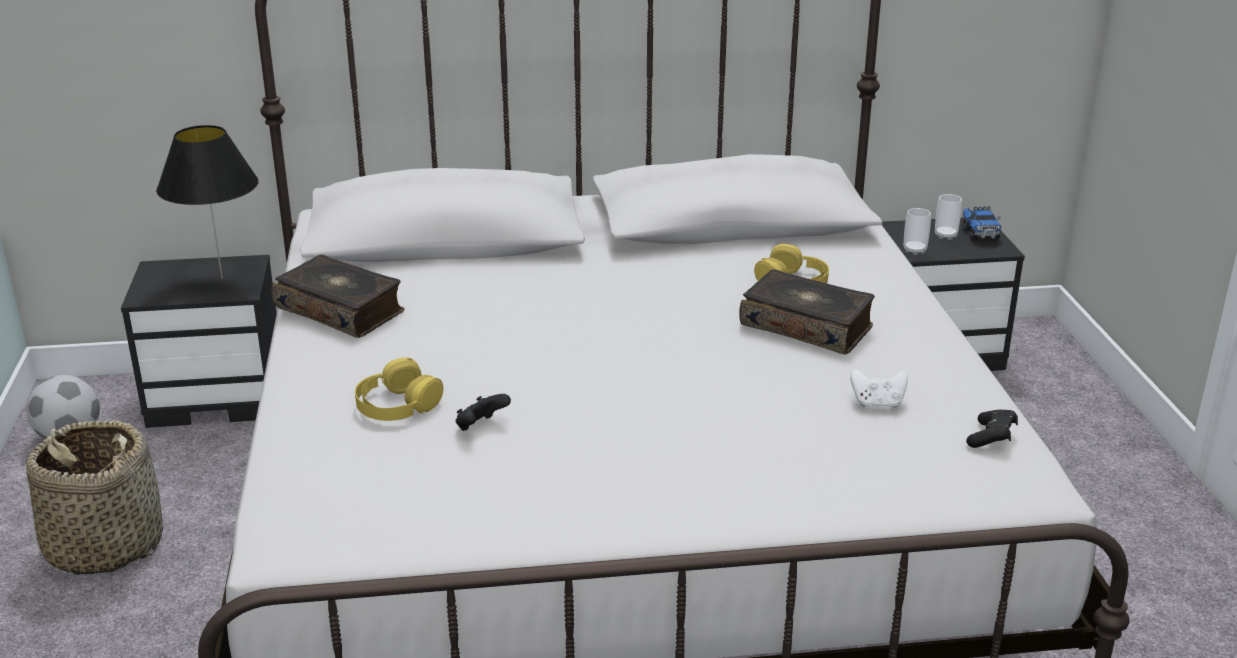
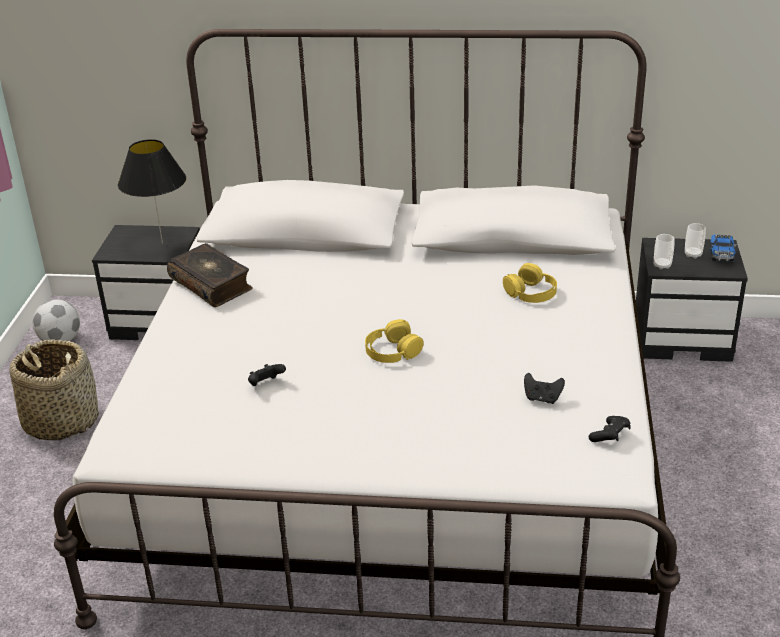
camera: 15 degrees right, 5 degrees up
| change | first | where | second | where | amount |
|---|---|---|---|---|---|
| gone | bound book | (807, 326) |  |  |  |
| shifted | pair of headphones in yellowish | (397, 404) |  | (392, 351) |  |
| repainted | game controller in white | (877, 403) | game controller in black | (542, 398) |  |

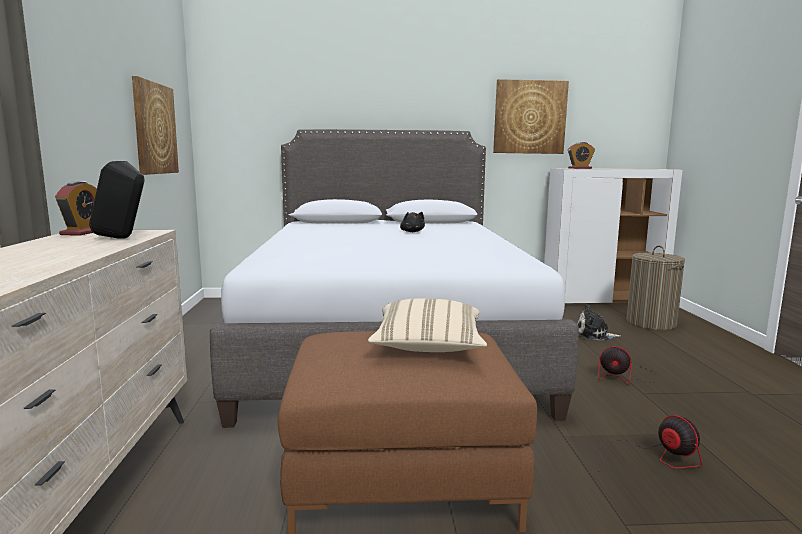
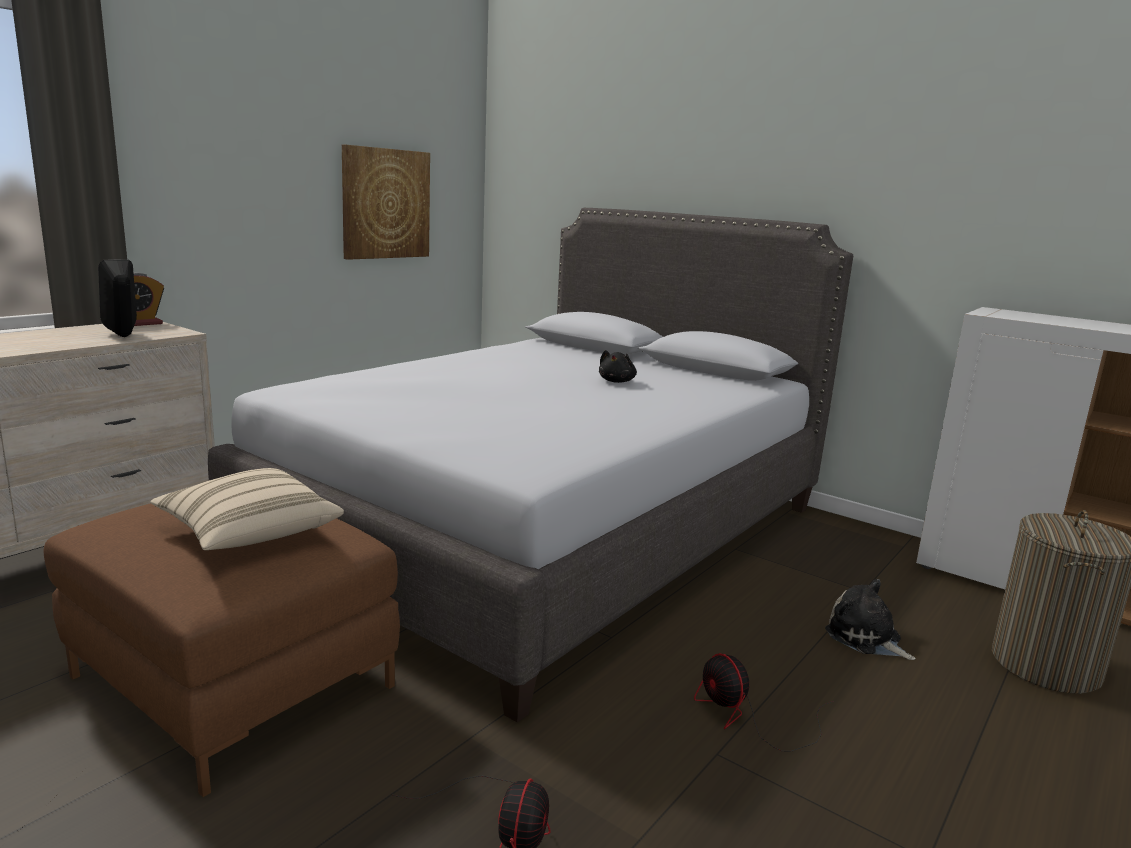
camera: 40 degrees right, 5 degrees up
| change | first | where | second | where | amount |
|---|---|---|---|---|---|
| gone | wall art | (529, 117) |  |  |  |
| gone | alarm clock | (580, 168) |  |  |  |

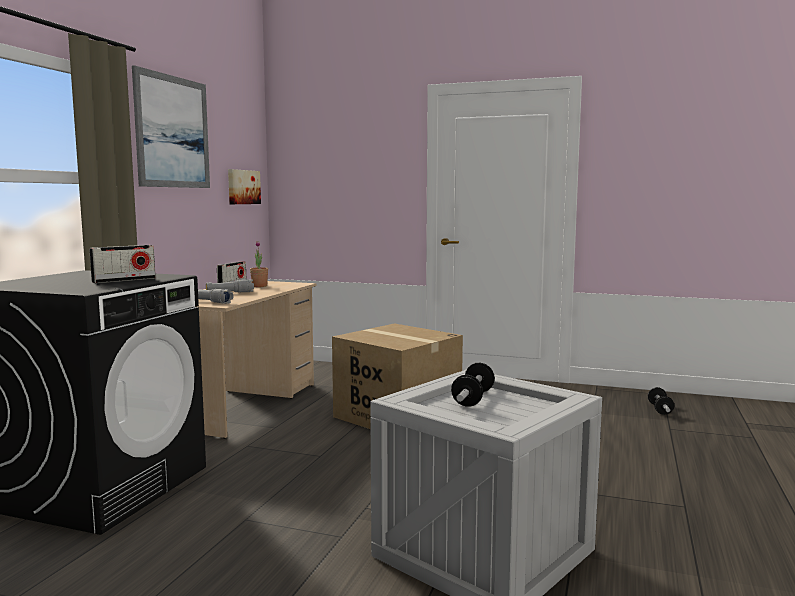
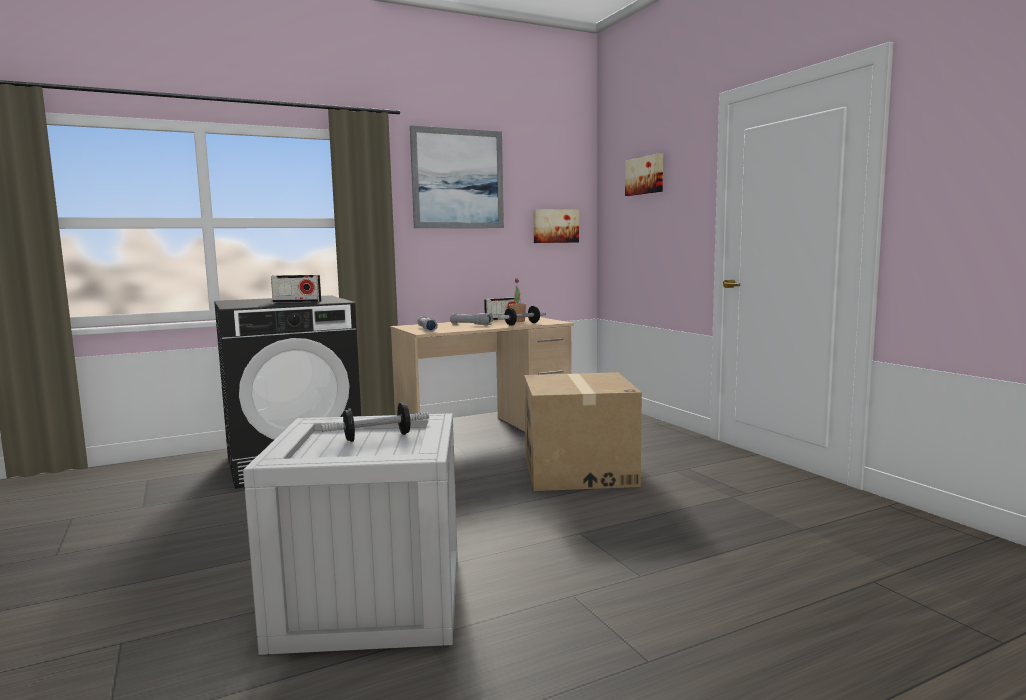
camera: 45 degrees right, 0 degrees up
| change | first | where | second | where | amount |
|---|---|---|---|---|---|
| shifted | dumbbell | (660, 409) |  | (522, 324) |  |
| new |  |  | wall art | (645, 175) |  |

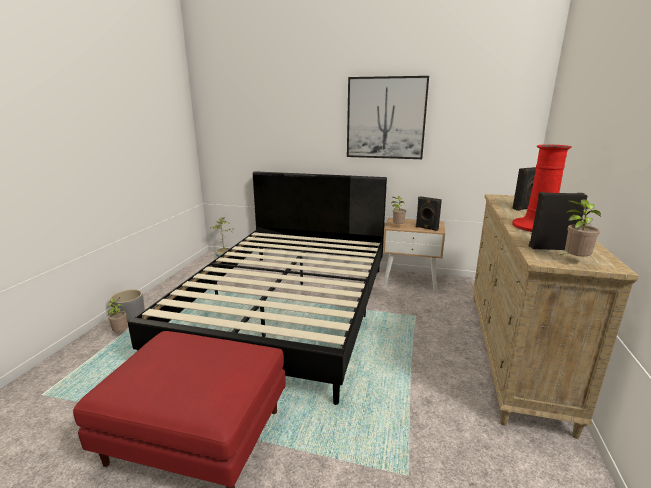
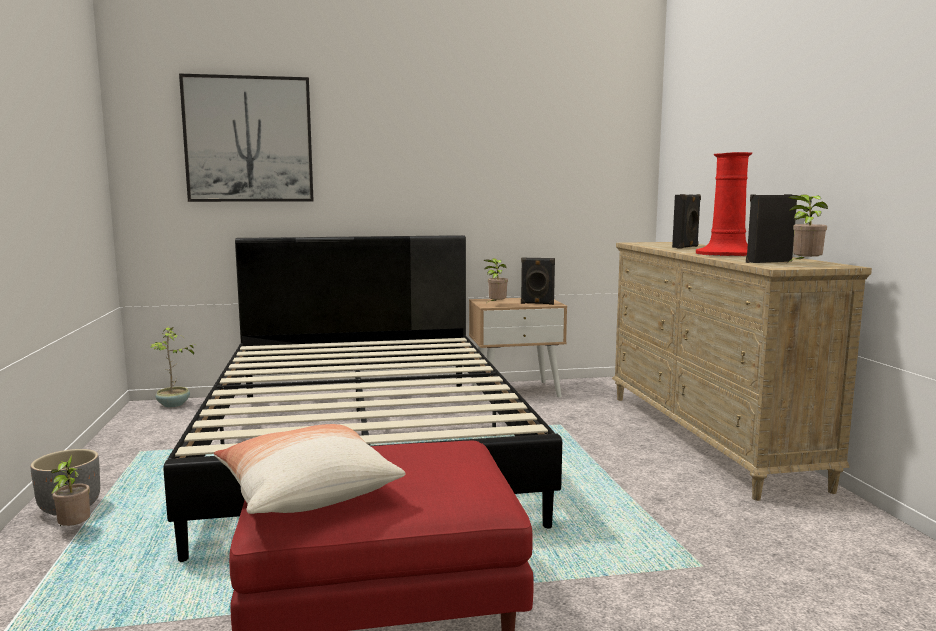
camera: 25 degrees left, 10 degrees down
| change | first | where | second | where | amount |
|---|---|---|---|---|---|
| shifted | wall art | (386, 118) |  | (249, 139) |  |
| new |  |  | cushion | (306, 492) |  |

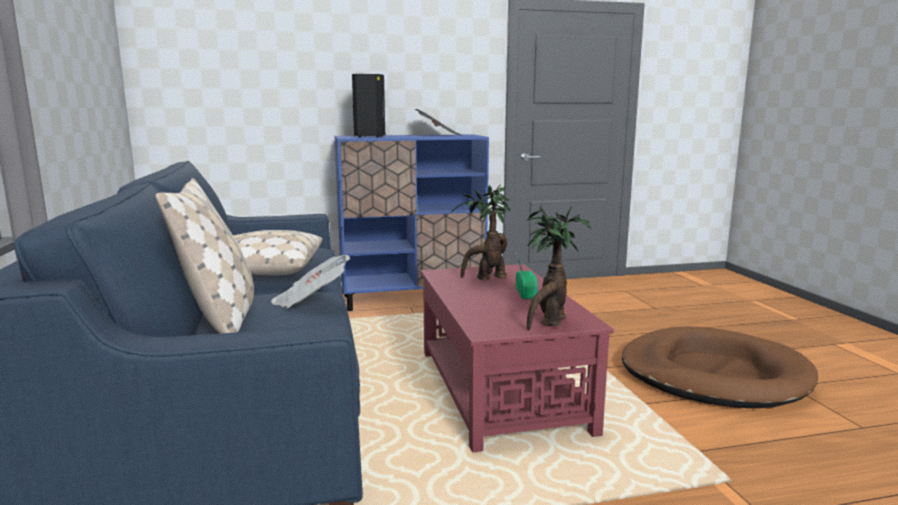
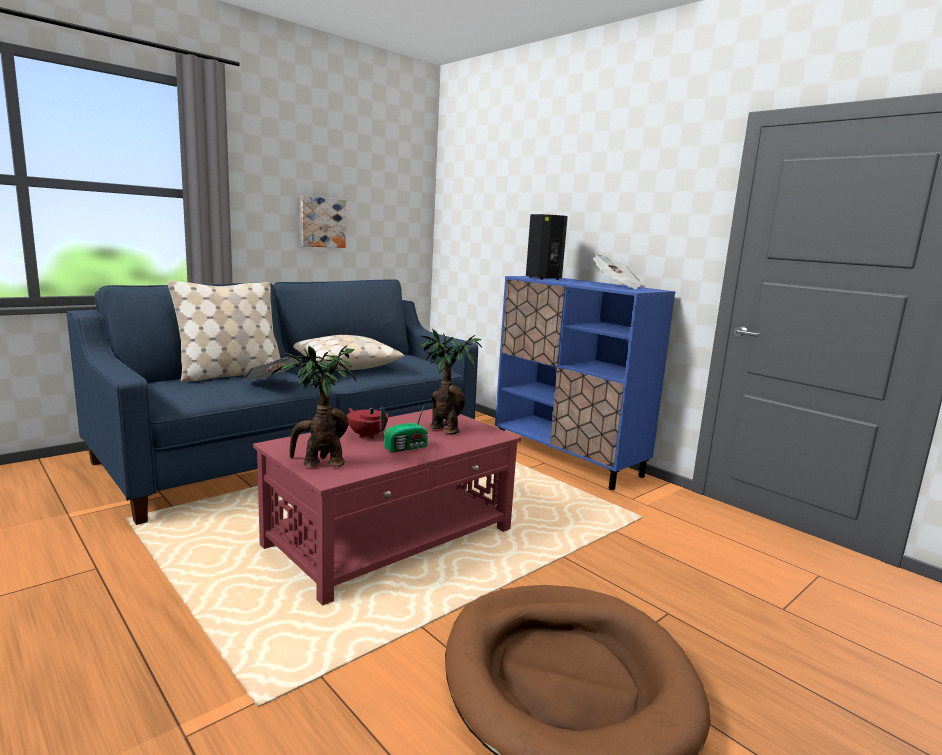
camera: 60 degrees right, 0 degrees up
| change | first | where | second | where | amount |
|---|---|---|---|---|---|
| new |  |  | wall art | (322, 222) |  |
| new |  |  | pot for tea in reddish | (367, 435) |  |

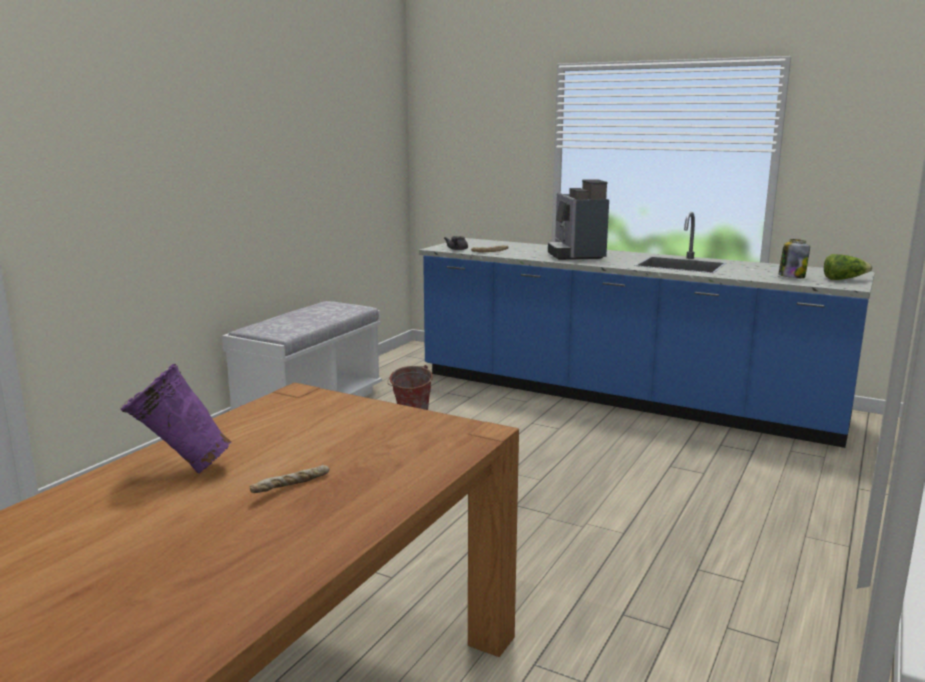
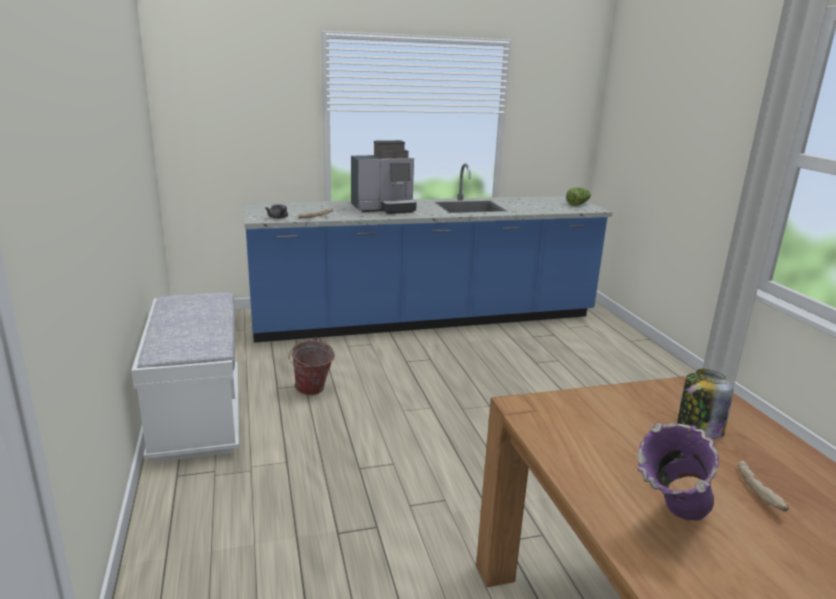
camera: 45 degrees left, 5 degrees up
| change | first | where | second | where | amount |
|---|---|---|---|---|---|
| rotated | coffee machine | (576, 255) |  | (384, 208) | 60 degrees counterclockwise |
| shifted | preserve jar | (791, 277) |  | (699, 428) |  |

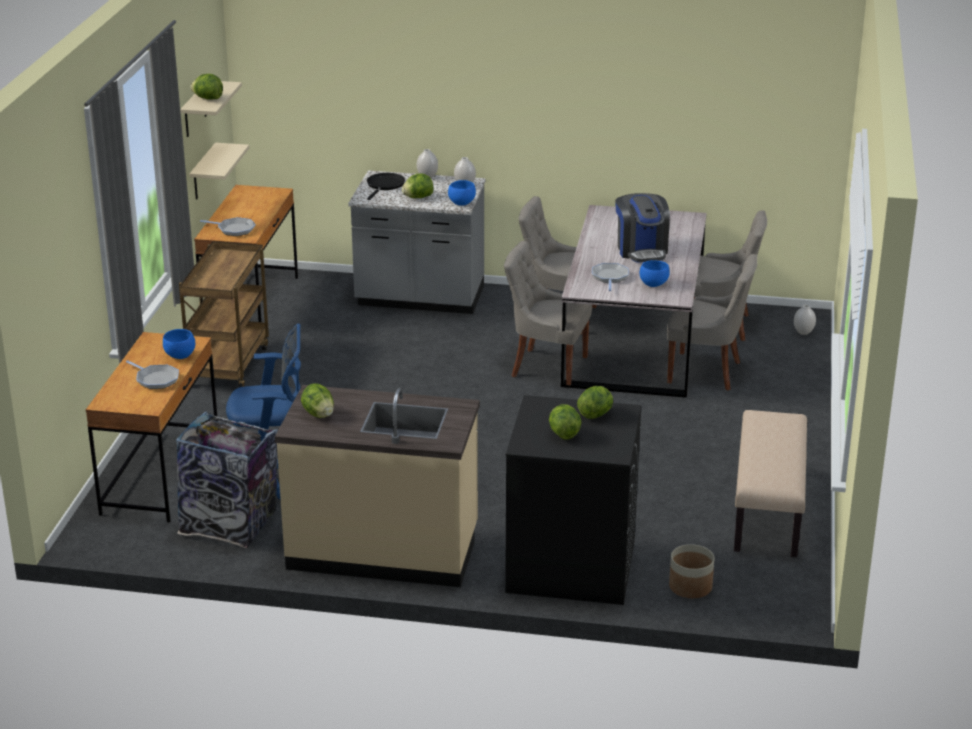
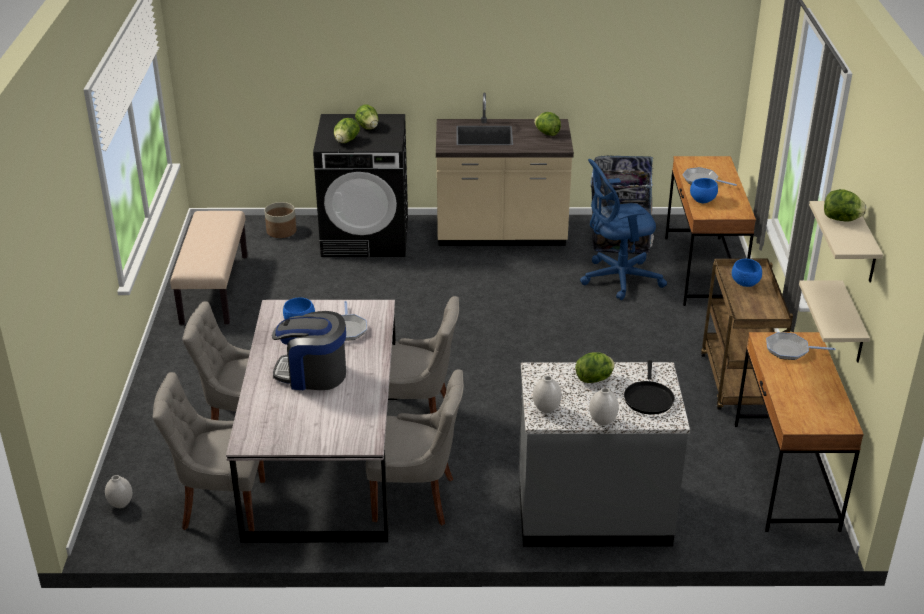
camera: 170 degrees right, 5 degrees up
| change | first | where | second | where | amount |
|---|---|---|---|---|---|
| shifted | serving bowl in blue | (461, 203) |  | (746, 284) |  |
| rotated | coffee machine | (641, 250) |  | (312, 374) | 60 degrees counterclockwise |

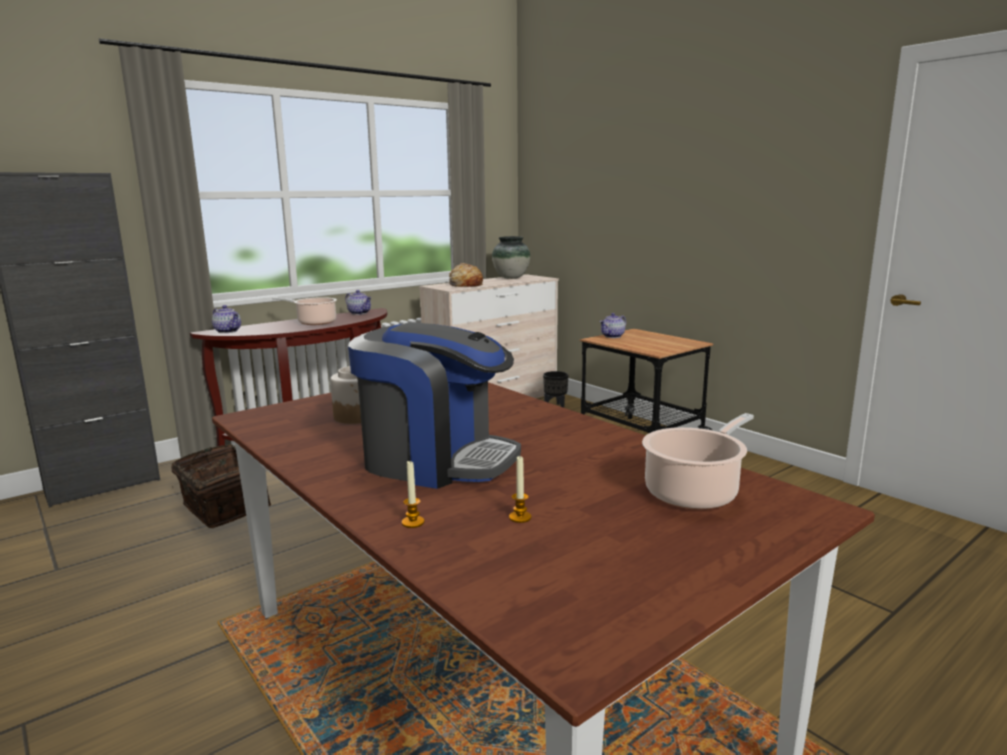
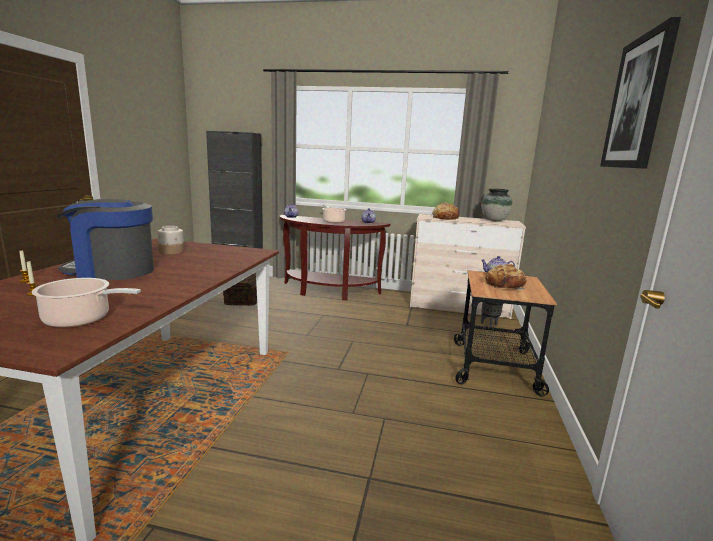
camera: 50 degrees right, 0 degrees up
| change | first | where | second | where | amount |
|---|---|---|---|---|---|
| rotated | coffee machine | (436, 460) |  | (112, 271) | 105 degrees clockwise |
| new |  |  | wall art | (638, 103) |  |
| new |  |  | baked bread | (505, 285) |  |

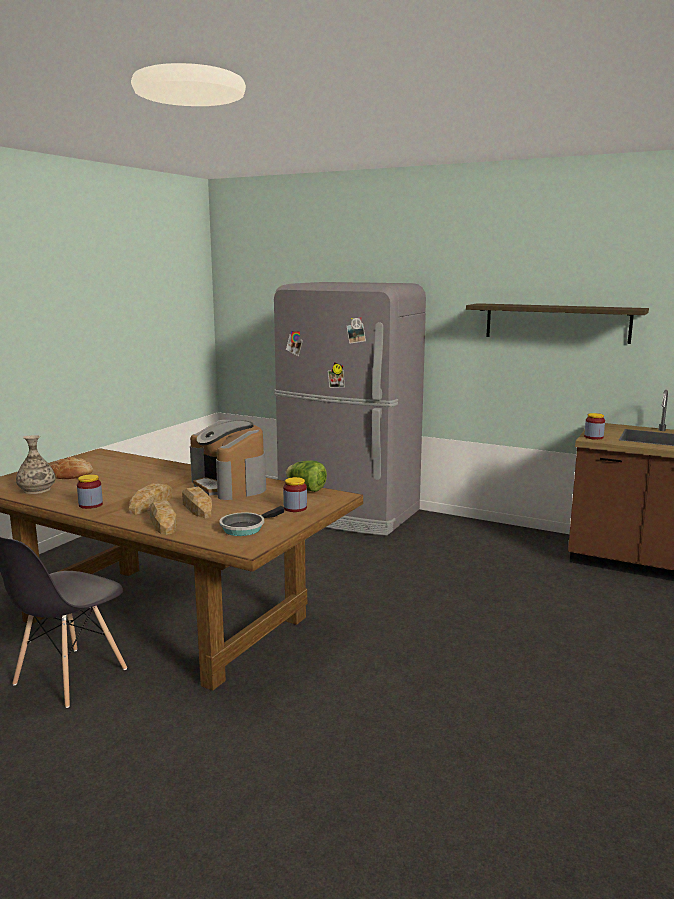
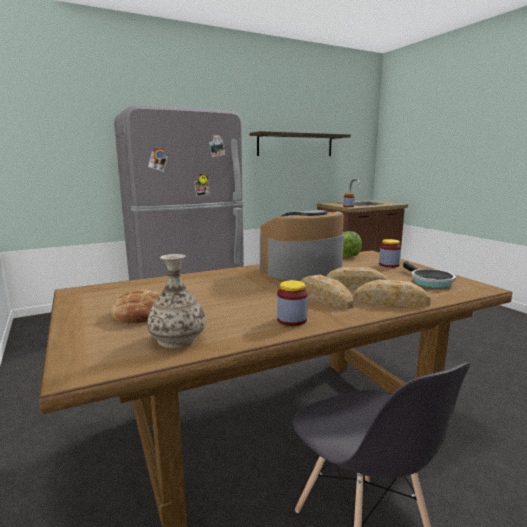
camera: 55 degrees left, 0 degrees up
| change | first | where | second | where | amount |
|---|---|---|---|---|---|
| rotated | coffee machine | (230, 485) |  | (302, 269) | 150 degrees clockwise |

